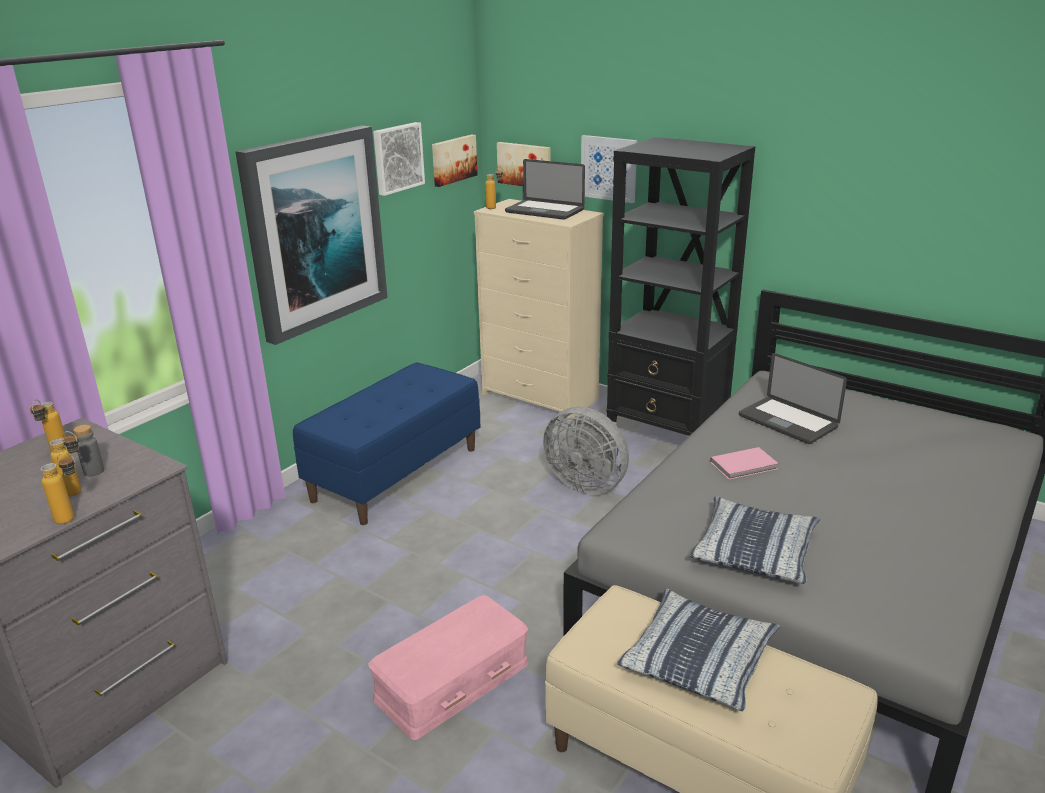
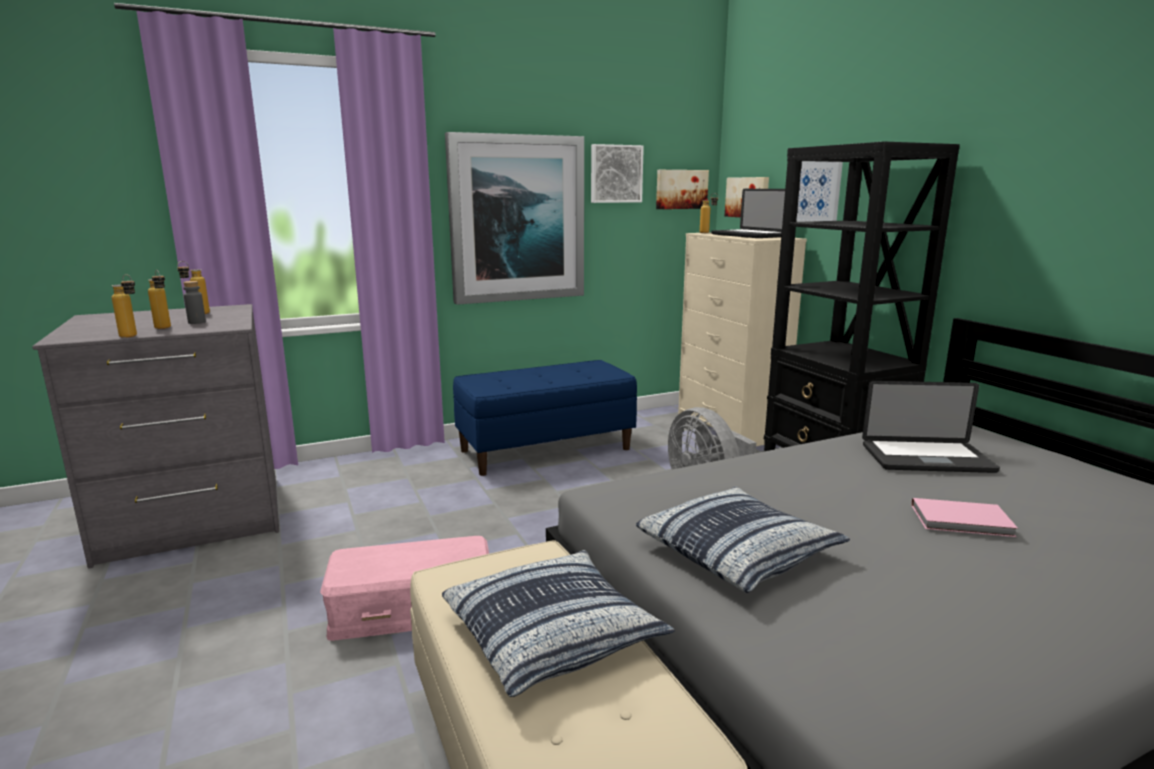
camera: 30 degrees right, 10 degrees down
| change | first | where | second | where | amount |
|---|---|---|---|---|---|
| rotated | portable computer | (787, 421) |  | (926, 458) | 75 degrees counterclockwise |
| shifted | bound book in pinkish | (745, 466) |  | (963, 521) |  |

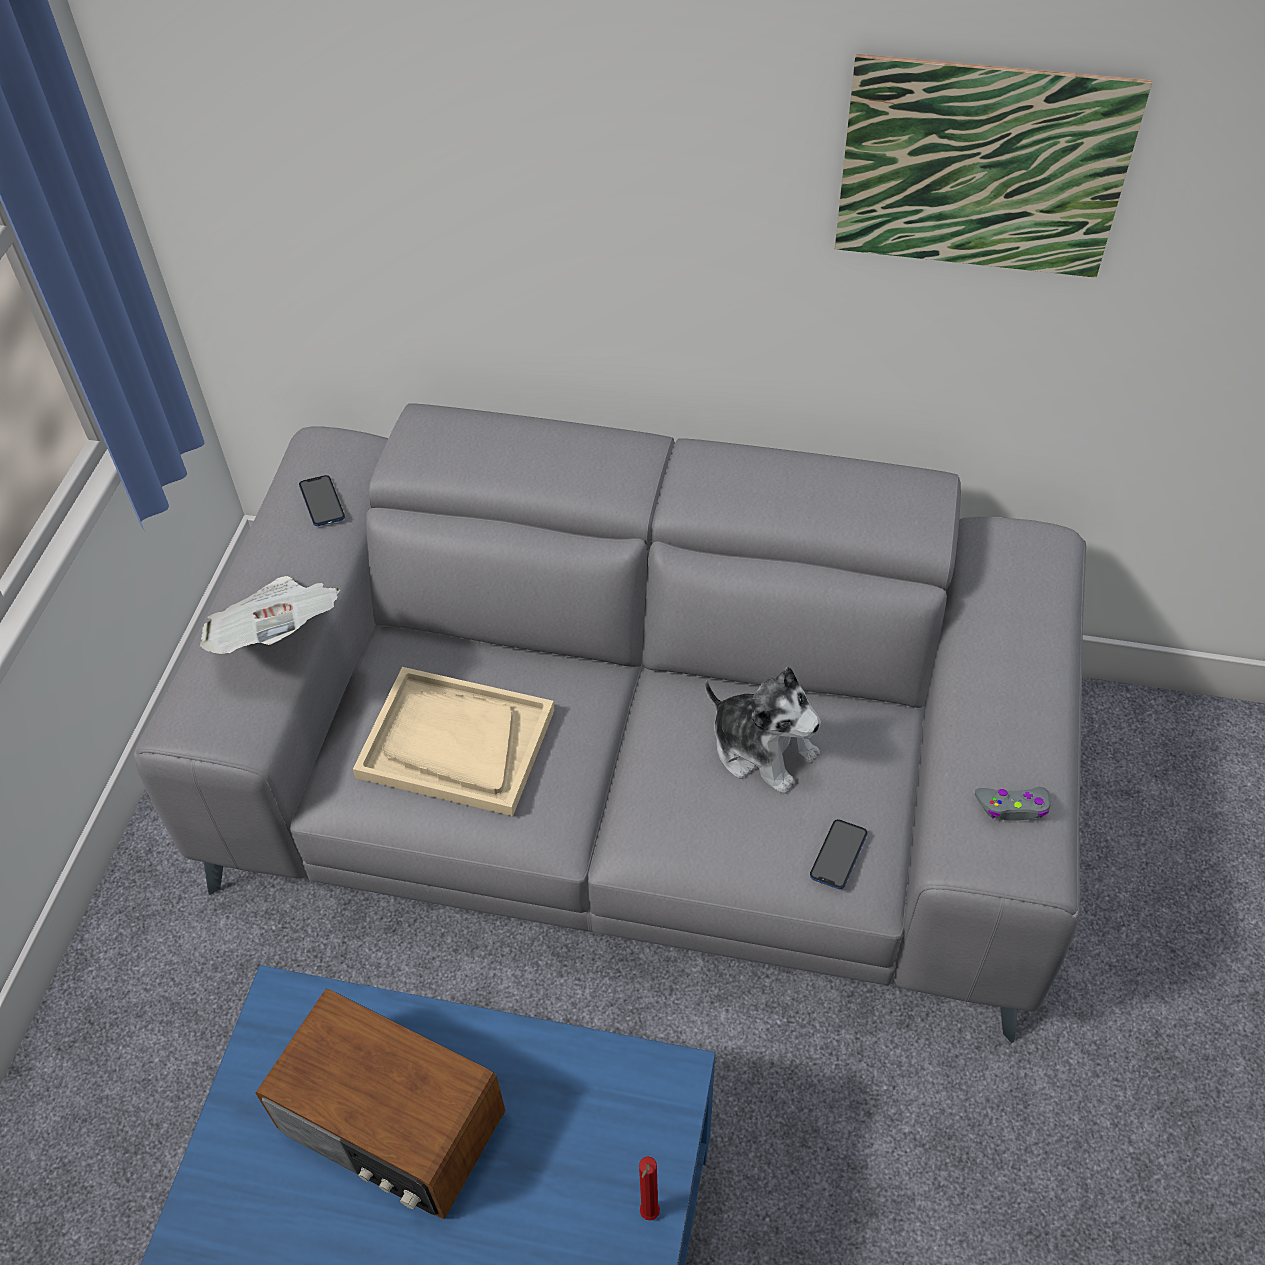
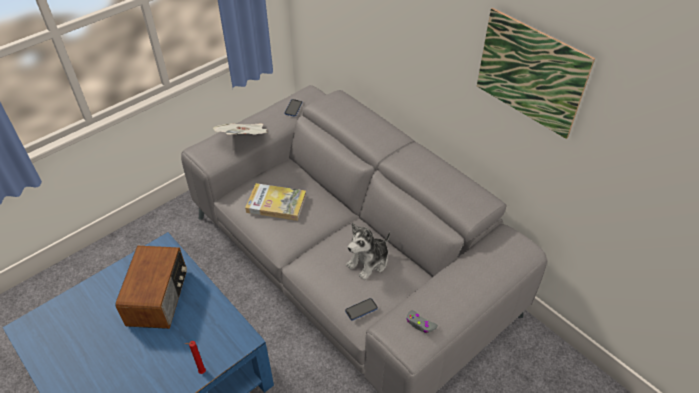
camera: 35 degrees right, 5 degrees down
| change | first | where | second | where | amount |
|---|---|---|---|---|---|
| swapped | carrying tray in beige-coloured | (455, 744) | bound book | (276, 204) |  |
| rotated | soft toy | (762, 749) |  | (369, 262) | 60 degrees clockwise |
| rotated | radio | (391, 1126) |  | (159, 297) | 150 degrees counterclockwise |

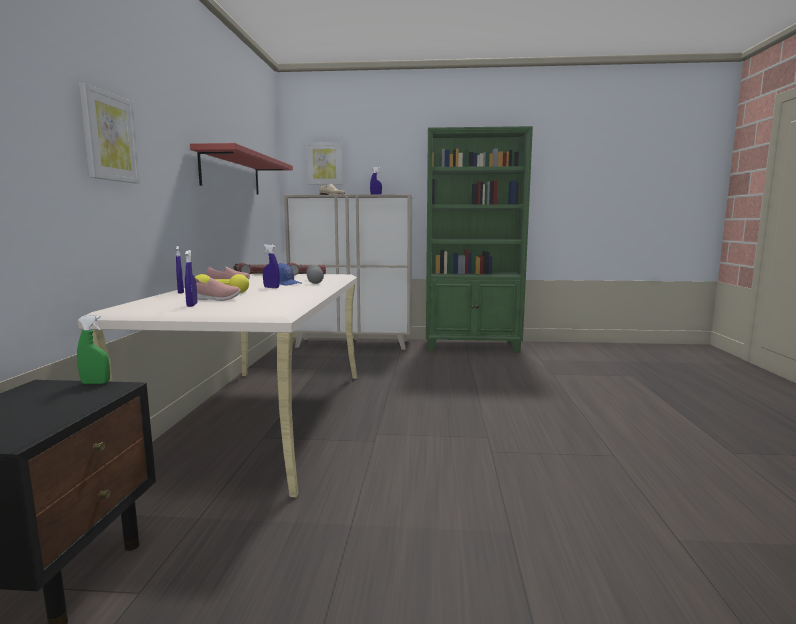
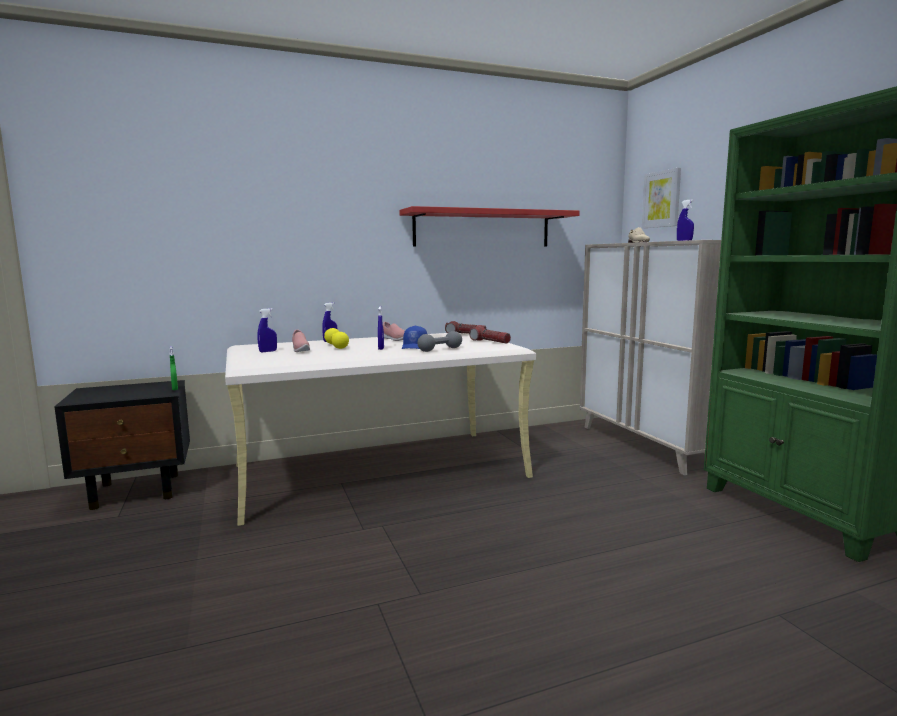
camera: 65 degrees right, 0 degrees up
| change | first | where | second | where | amount |
|---|---|---|---|---|---|
| gone | wall art | (109, 137) |  |  |  |

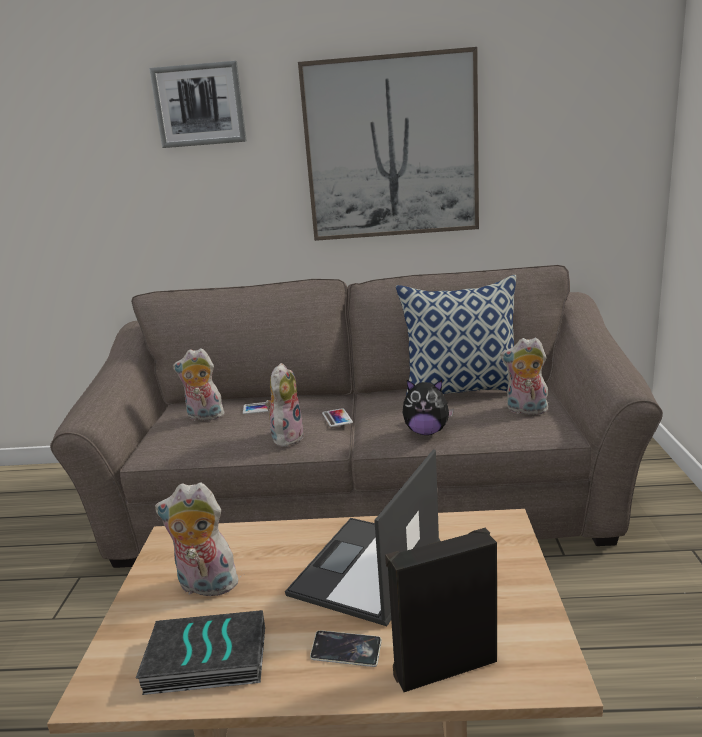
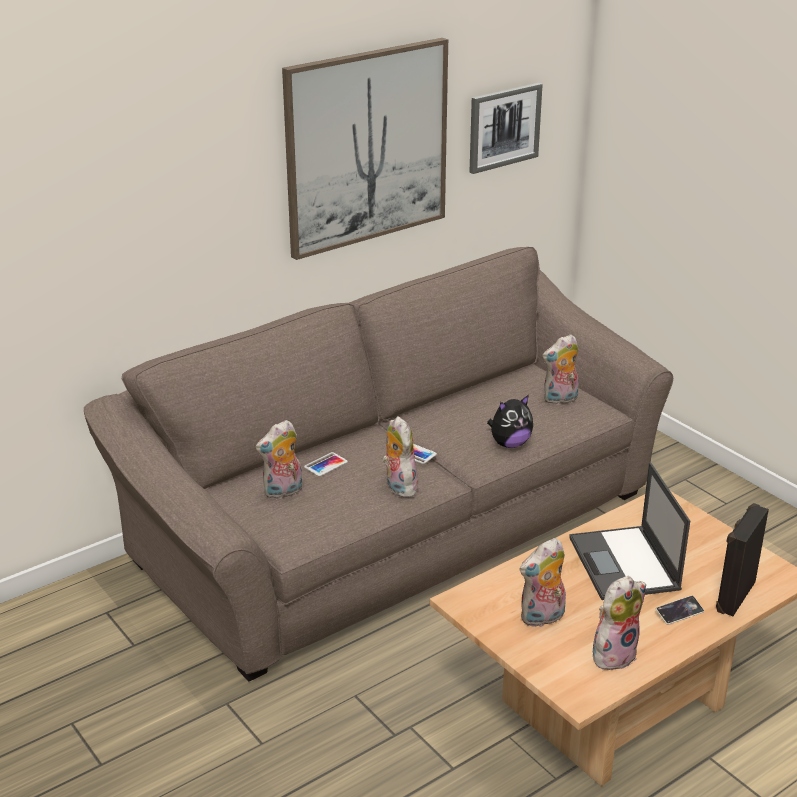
camera: 40 degrees left, 10 degrees up
| change | first | where | second | where | amount |
|---|---|---|---|---|---|
| shifted | wall art | (199, 105) |  | (504, 127) |  |
| gone | cushion | (462, 391) |  |  |  |
| swapped | bound book | (205, 661) | soft toy | (613, 654) |  |

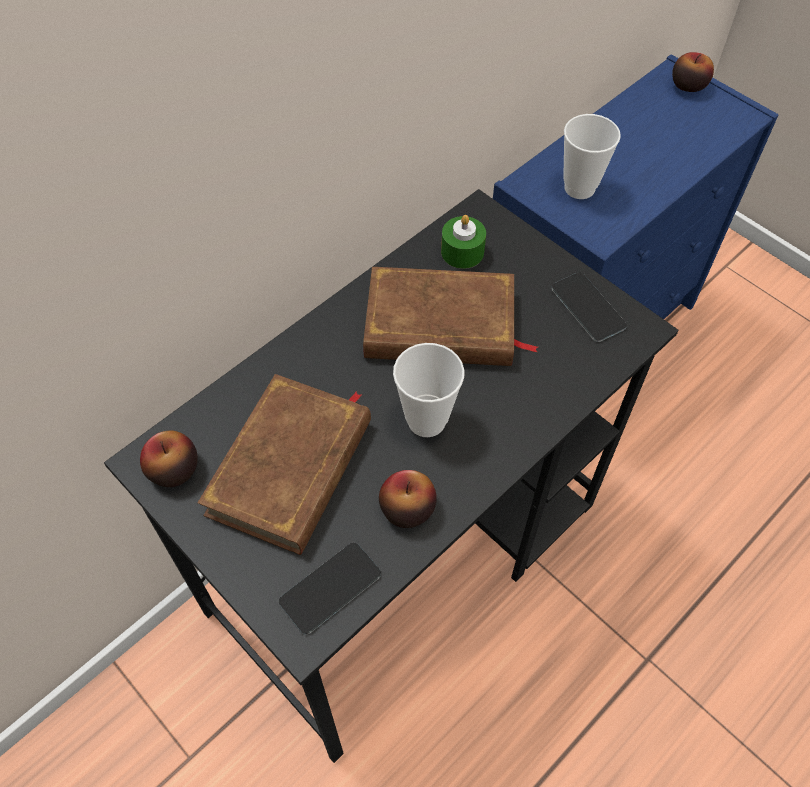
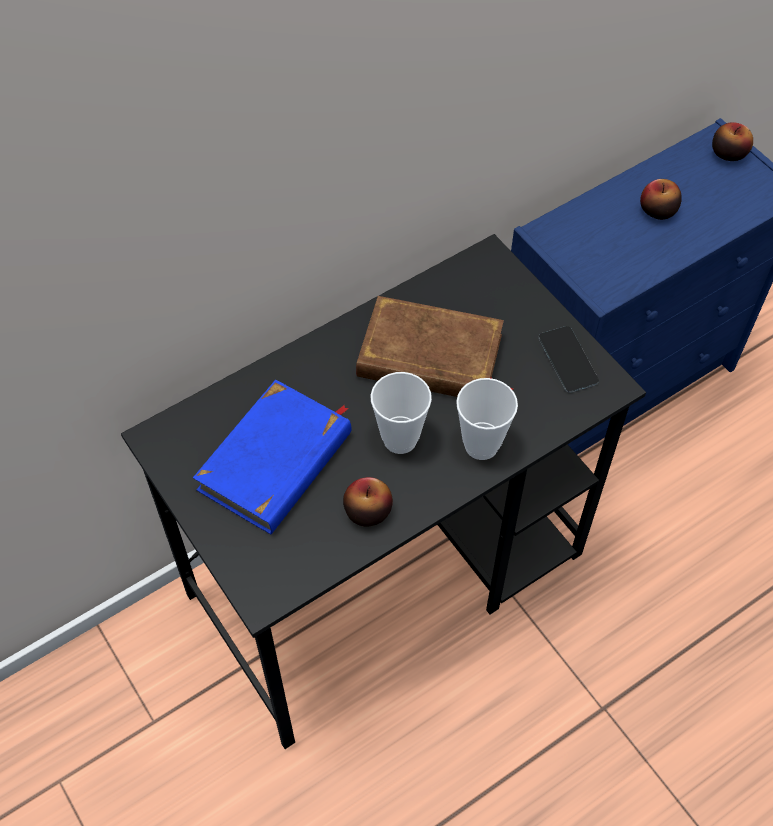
camera: 10 degrees right, 0 degrees up
| change | first | where | second | where | amount |
|---|---|---|---|---|---|
| shifted | drinking cup | (579, 188) |  | (481, 445) |  |
| gone | wax light in greenish | (462, 252) |  |  |  |
| repainted | bound book in brown | (291, 467) | bound book in blue | (276, 461) |  |
| shifted | apple fruit | (173, 469) |  | (657, 210) |  |
| gone | phone | (330, 588) |  |  |  |

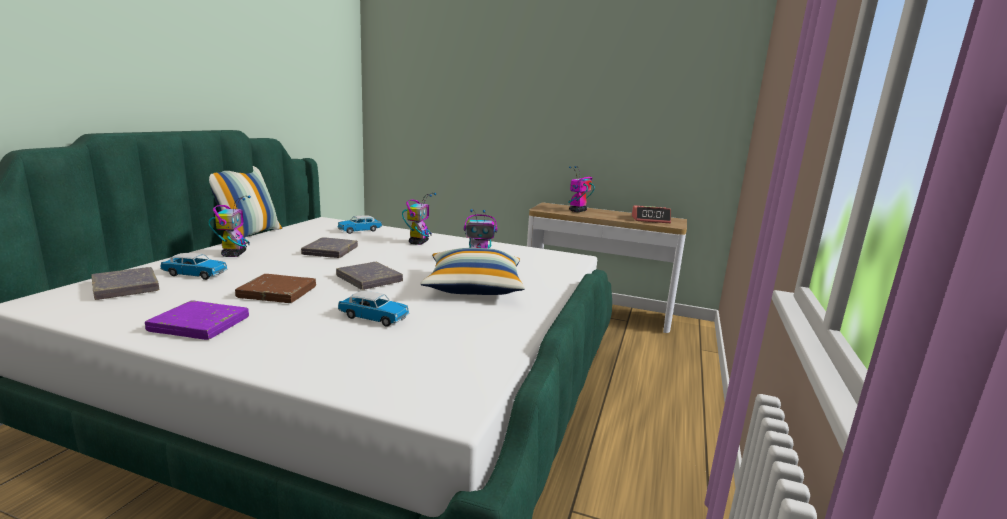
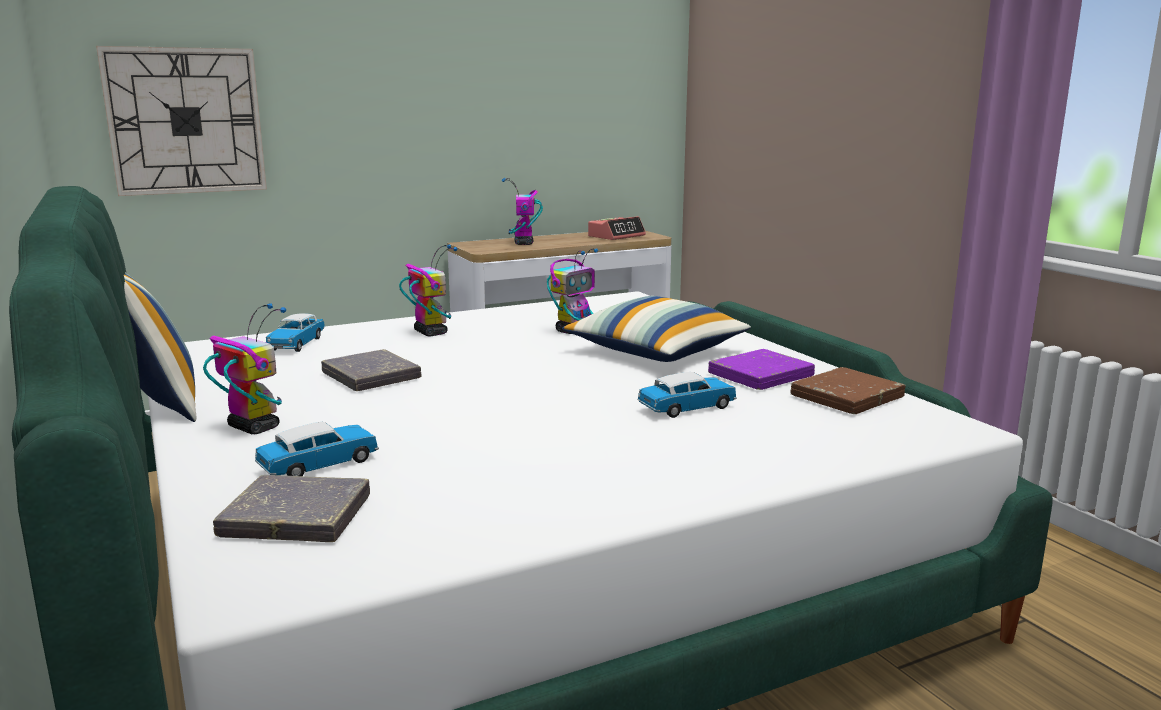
camera: 45 degrees left, 0 degrees up
| change | first | where | second | where | amount |
|---|---|---|---|---|---|
| gone | bound book in gray | (369, 279) |  |  |  |
| shifted | bound book in brown | (277, 293) |  | (846, 397) |  |
| shifted | bound book in purplish | (199, 325) |  | (761, 376) |  |
| new |  |  | wall clock | (185, 121) |  |

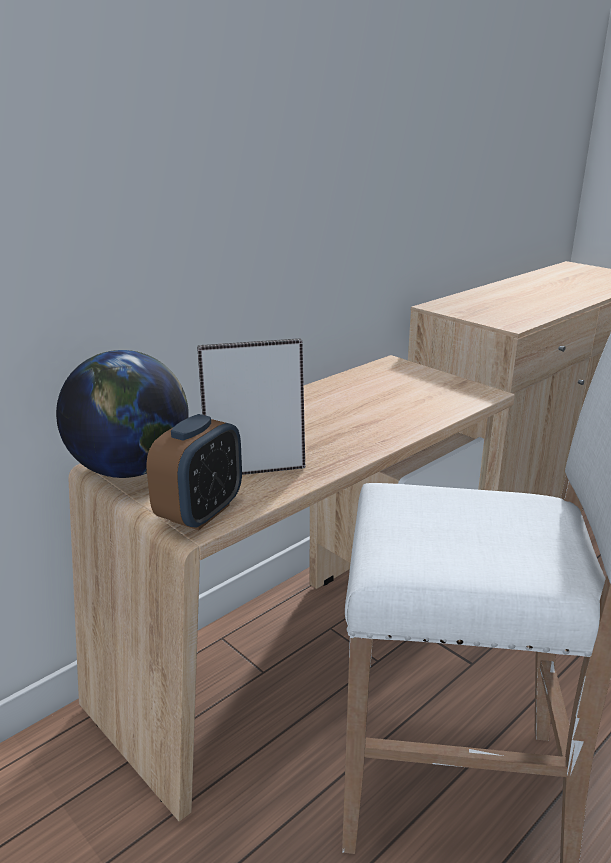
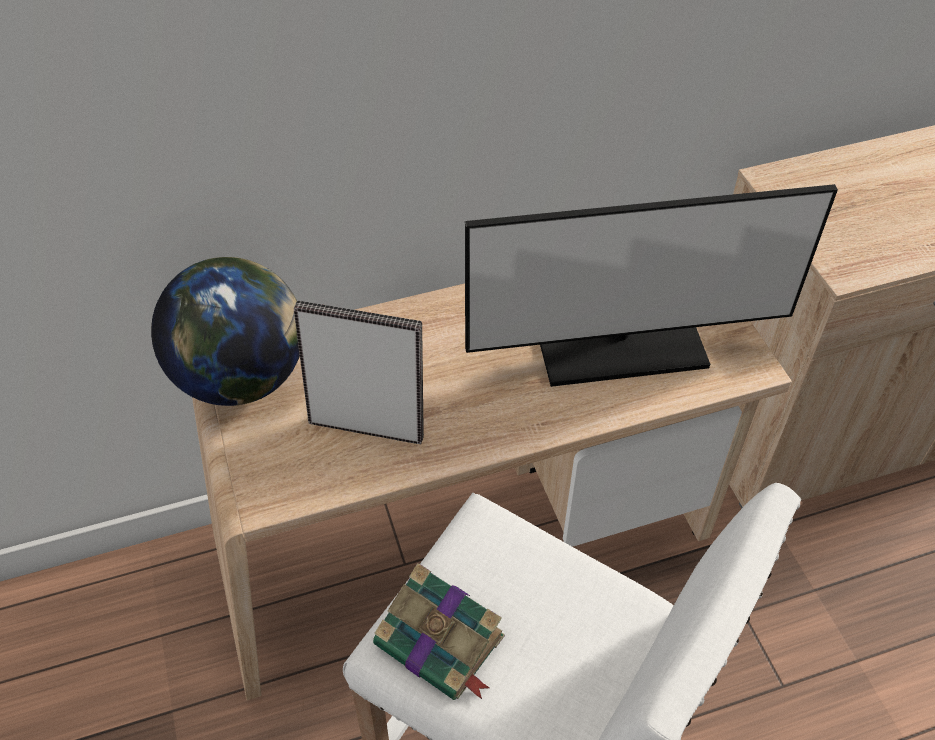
camera: 25 degrees right, 25 degrees up
| change | first | where | second | where | amount |
|---|---|---|---|---|---|
| gone | alarm clock | (200, 513) |  |  |  |
| new |  |  | monitor | (621, 349) |  |
| new |  |  | bound book | (442, 642) |  |

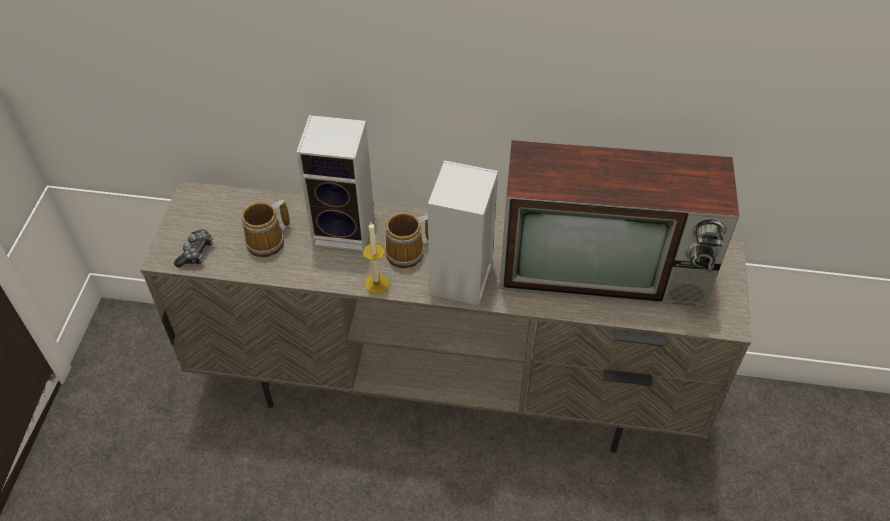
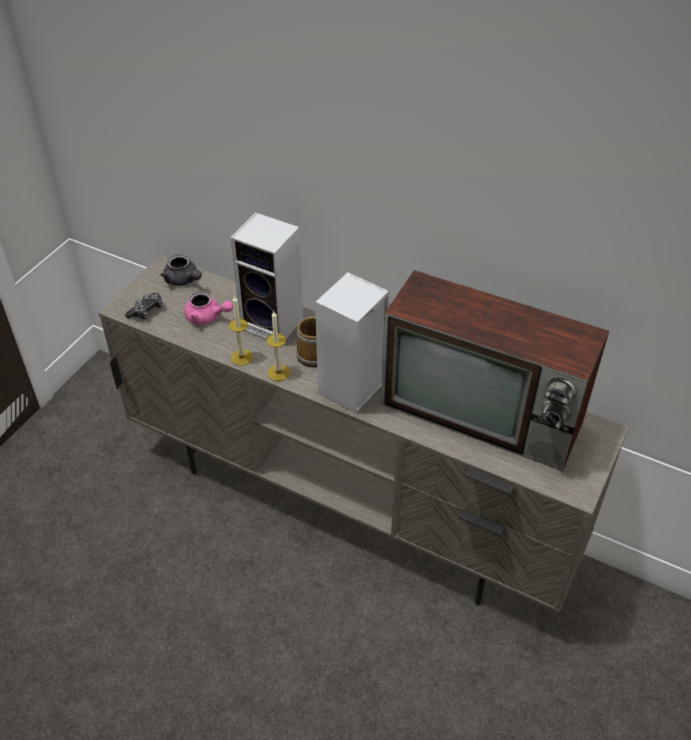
camera: 20 degrees right, 5 degrees down
| change | first | where | second | where | amount |
|---|---|---|---|---|---|
| swapped | mug | (268, 241) | pot for tea in pinkish | (207, 317) |  |
| new |  |  | pot for tea in gray | (183, 280) |  |
| new |  |  | wax light | (241, 357) |  |

